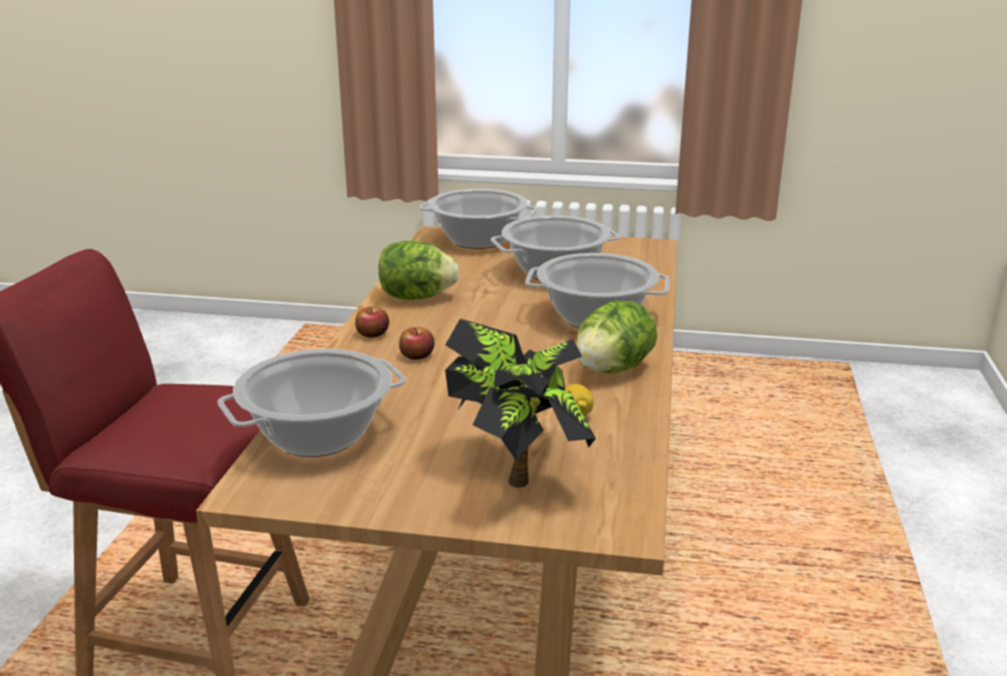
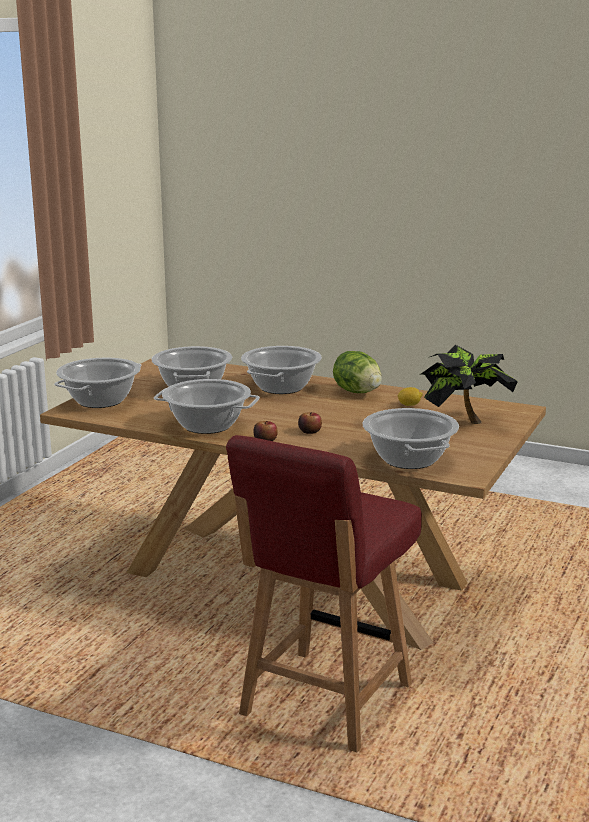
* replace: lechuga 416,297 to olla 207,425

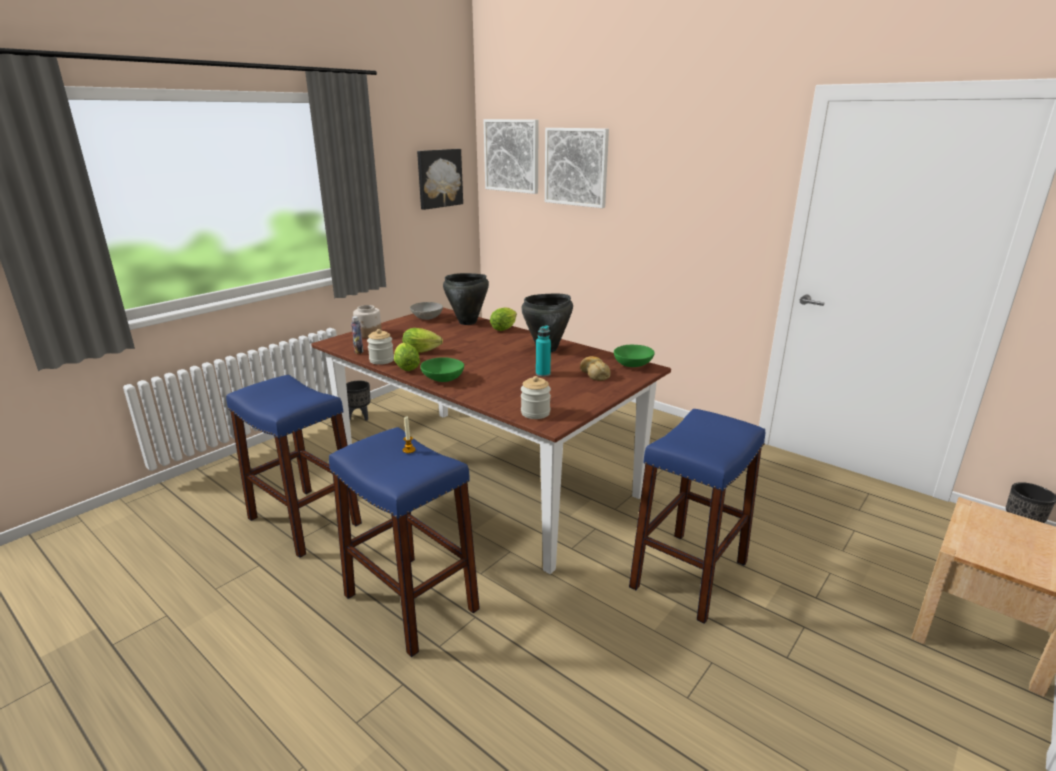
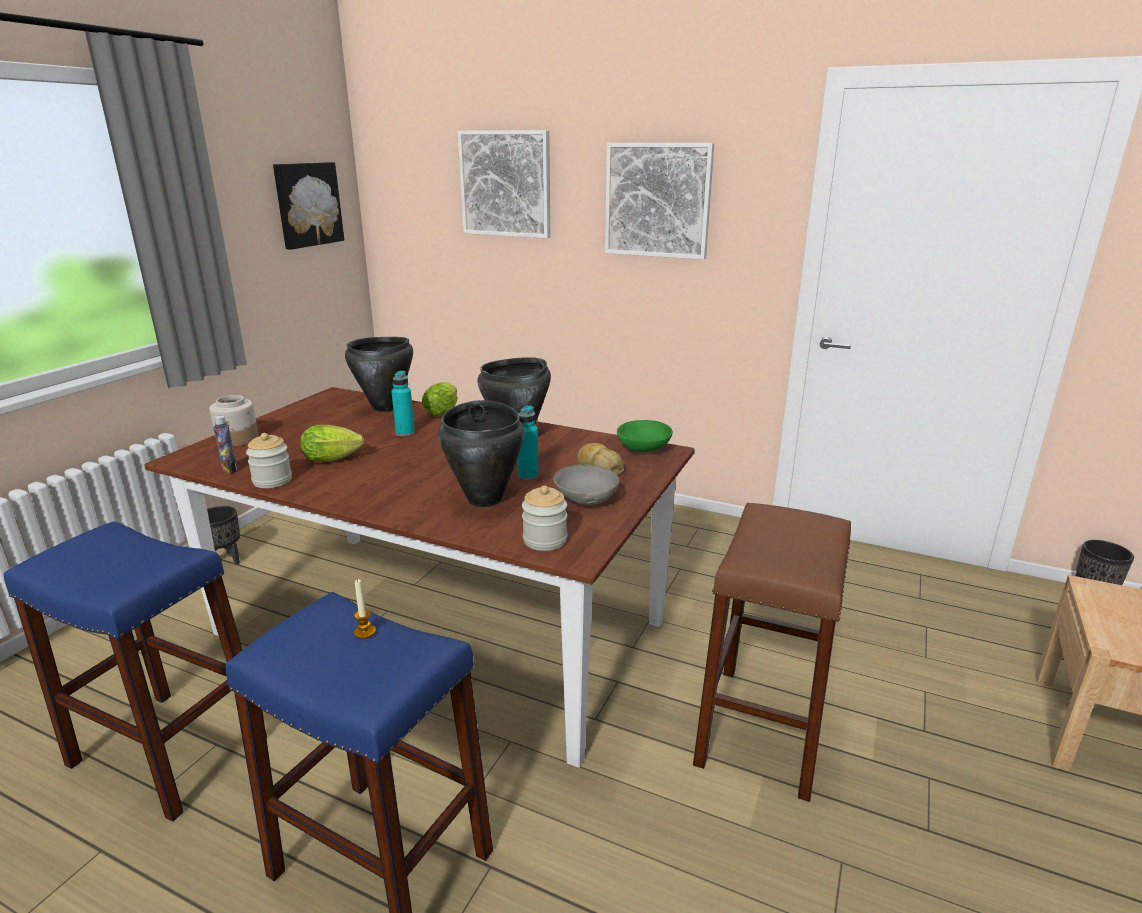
* delete: lechuga 406,367
* move: cuenco (gris) 427,318 to 586,499
* delete: cuenco (verde) 443,379
* move: cuadro 512,155 to 657,200
* recolor: taburete (azul) 689,574 to taburete (marrón) 762,729
* insert: botella (turquesa) 405,433
* insert: olla (negro) 485,499

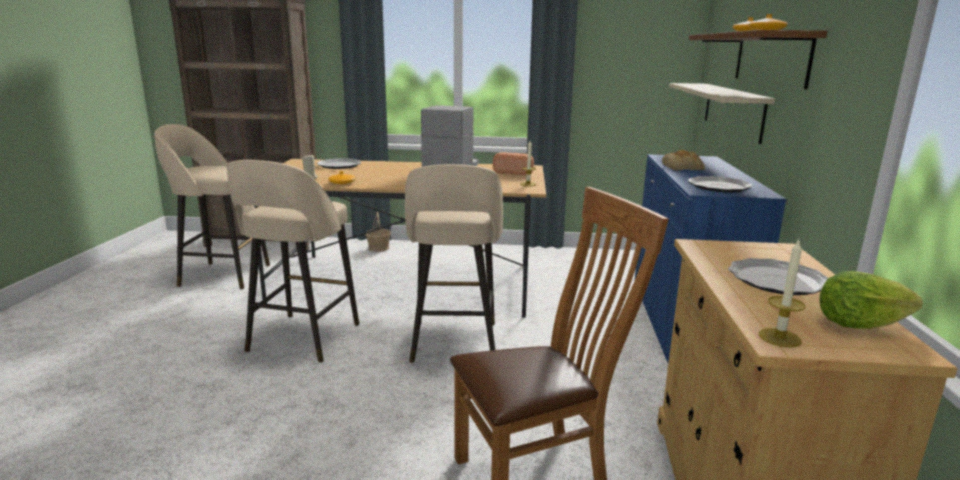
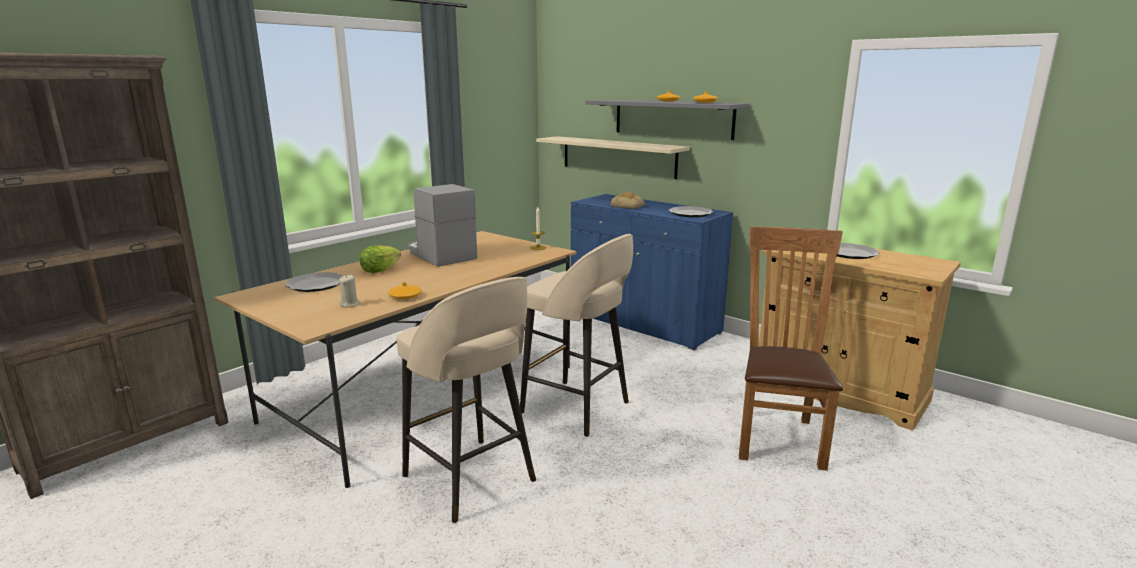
* delete: taburete (beis) 222,275
* delete: cesta 379,248
* delete: pan 514,173
* recolor: estante (marrón) 770,58 to estante (gris) 672,118
* delete: vela 779,337
* move: lechuga 858,324 to 379,270

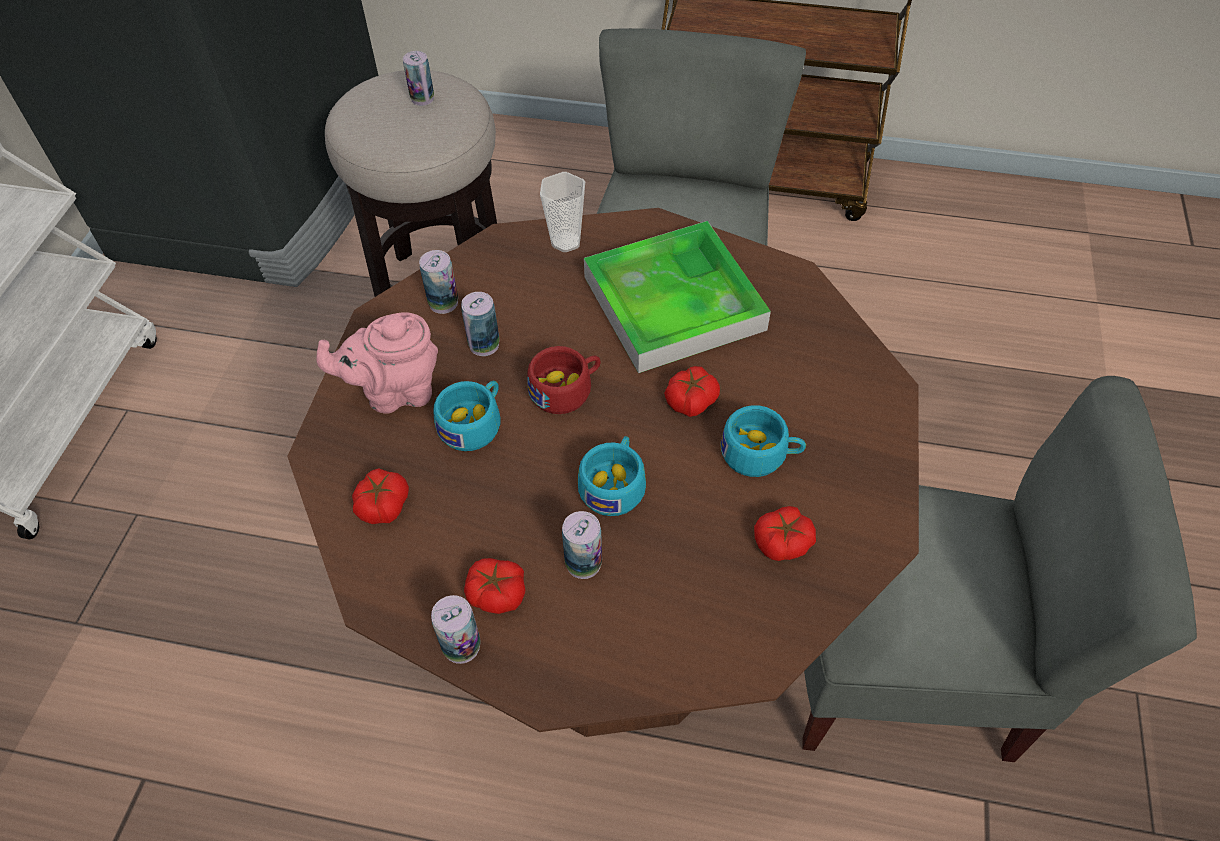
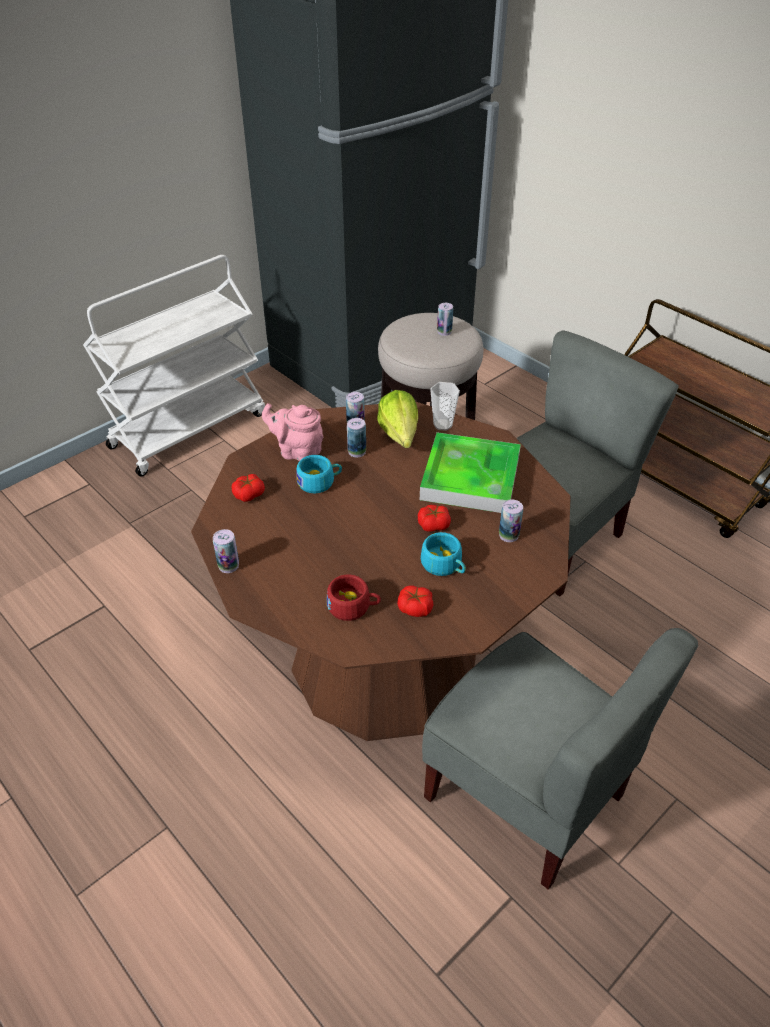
* delete: tomate 497,594
* move: taza (rojo) 566,389 to 353,607
* move: lata 583,563 to 508,535
* delete: taza (turquesa) 614,484
* insert: lechuga 399,439

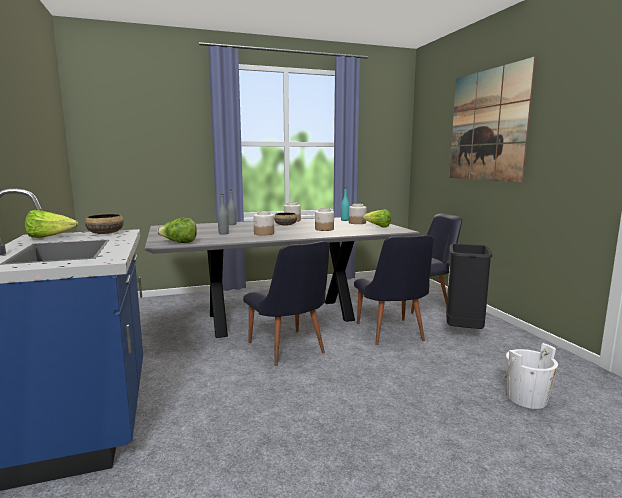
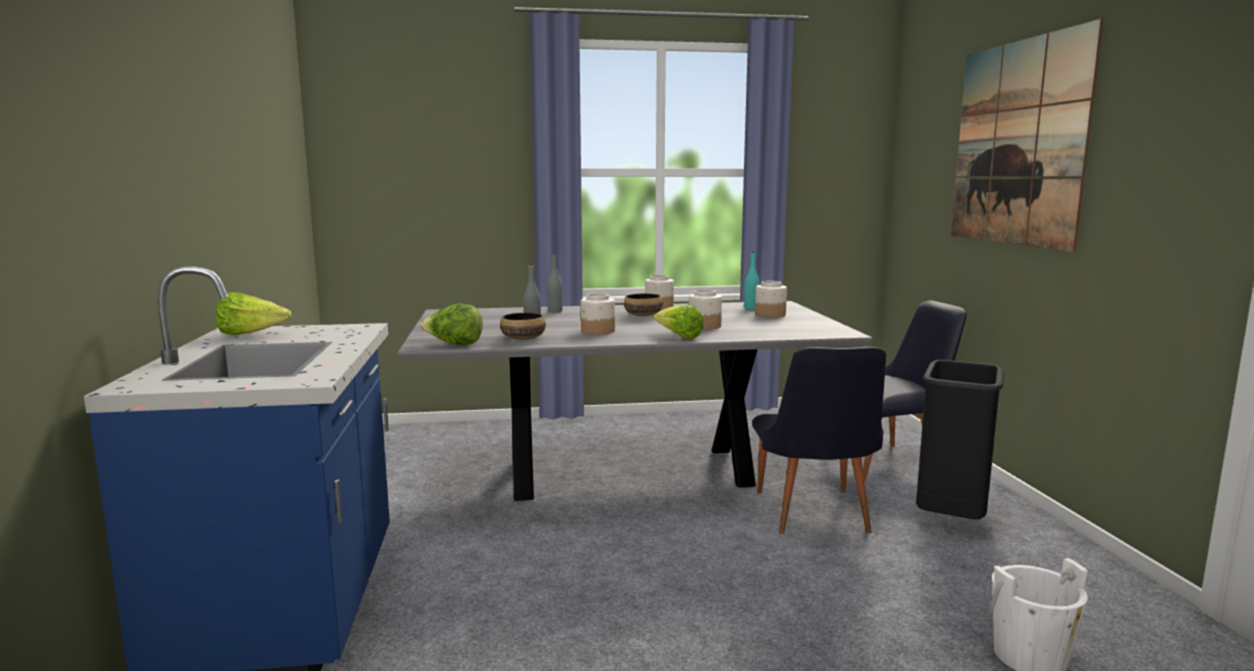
* move: cuenco 106,233 to 523,338
* delete: silla (negro) 289,350
* move: lechuga 378,227 to 679,337

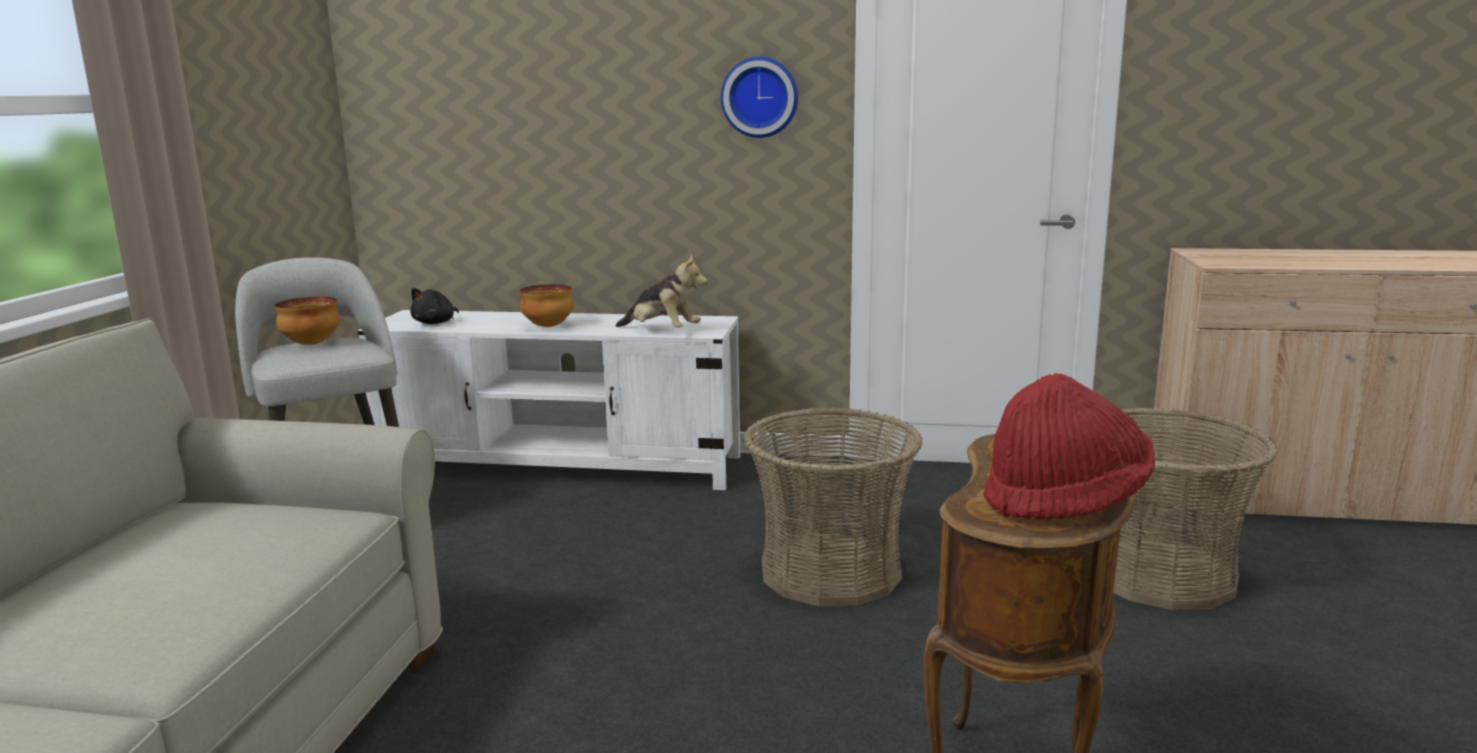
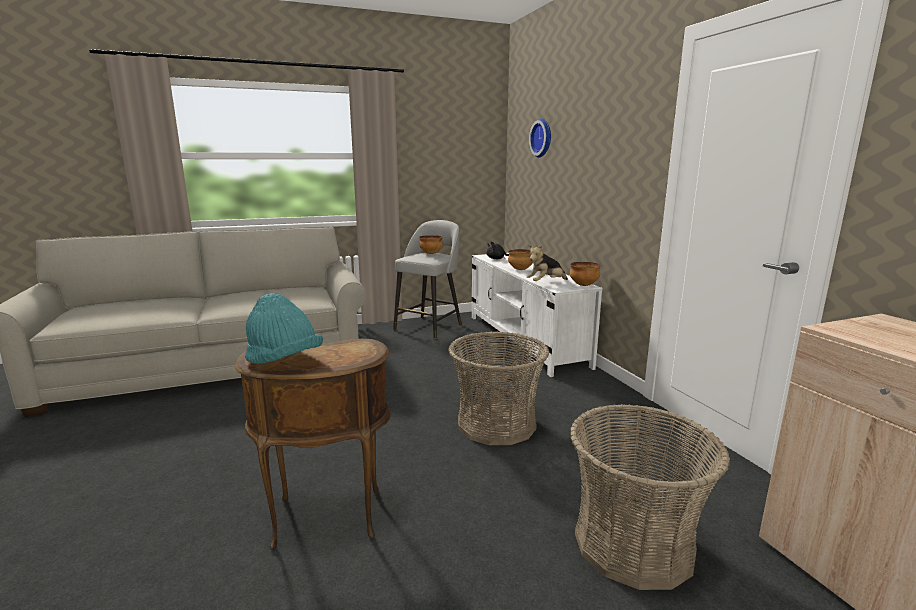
* rotate: peluche 662,331 = 546,283 60 degrees clockwise
* move: reloj de pared 760,97 to 543,138
* recolor: sombrero (rojo) 1065,500 to sombrero (turquesa) 284,361
* insert: cuenco 584,285

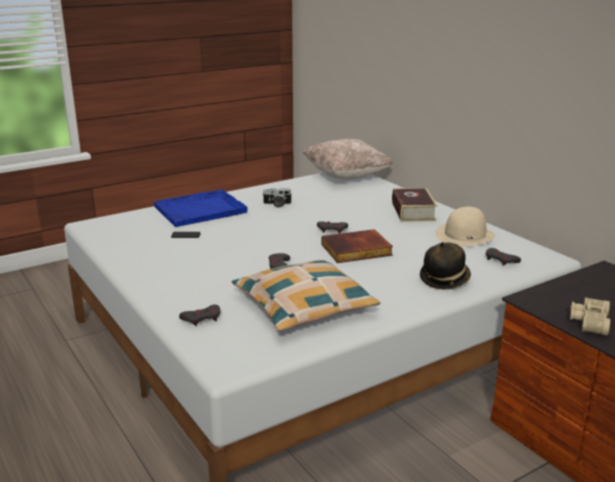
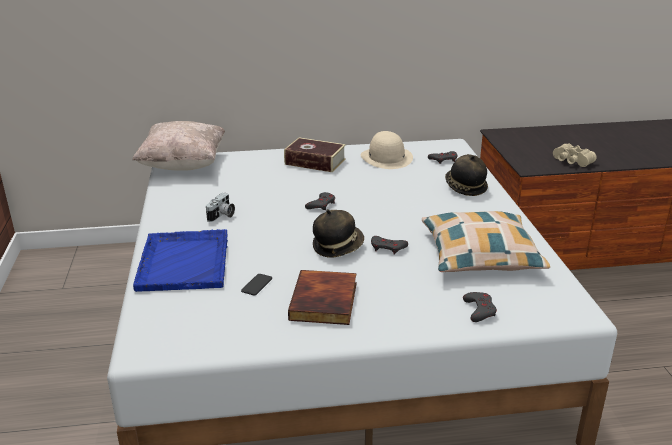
* move: libro 356,250 to 325,301
* insert: sombrero 337,246

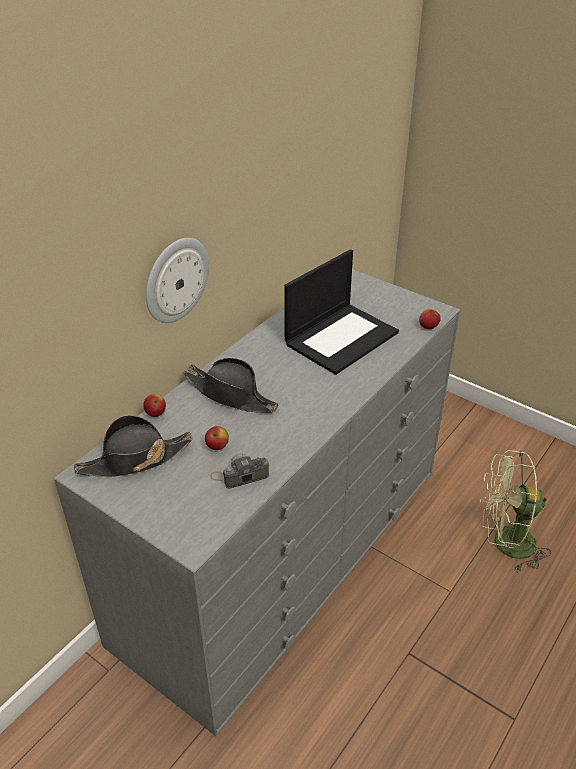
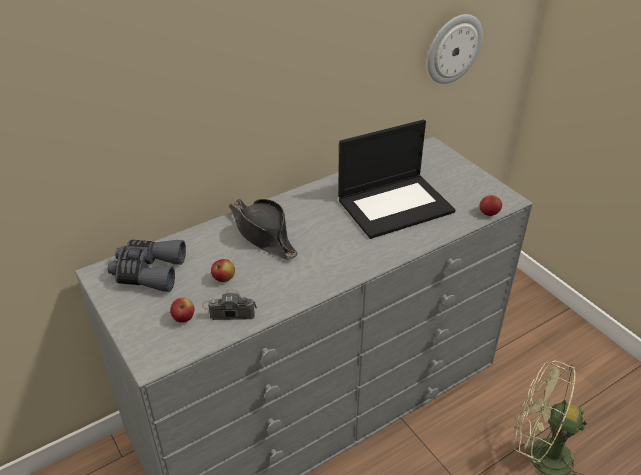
* replace: sombrero (negro) 135,459 to prismáticos (gris) 148,272
* move: manzana 155,414 to 184,318
* move: reloj de pared 176,280 to 453,48

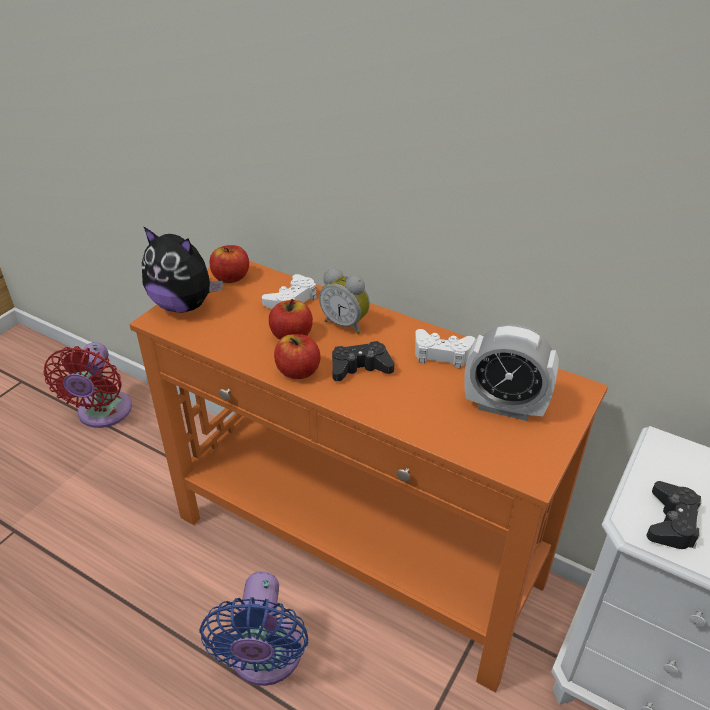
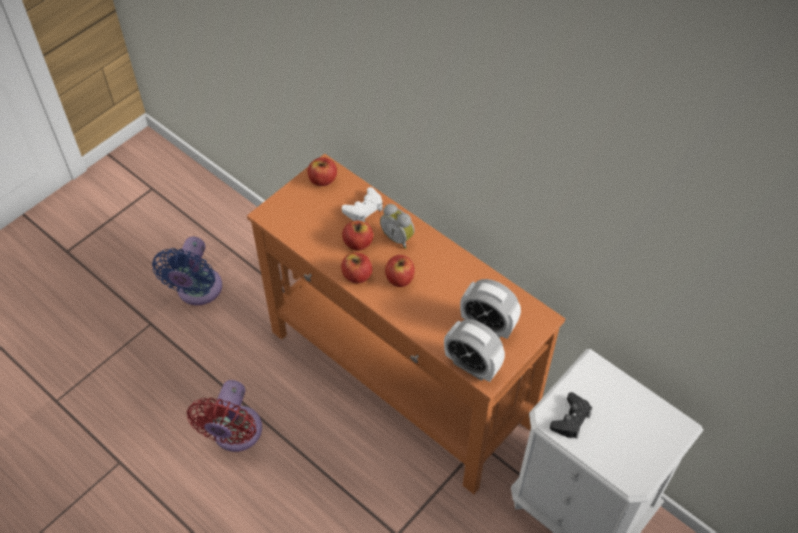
* move: ventilador (rojo) 102,414 to 235,434
* delete: peluche 184,305
* move: ventilador (azul) 264,659 to 197,291
* replace: mando de consola (negro) 360,368 to manzana 399,278
* delete: mando de consola (blanco) 442,353
* insert: despertador 472,366

